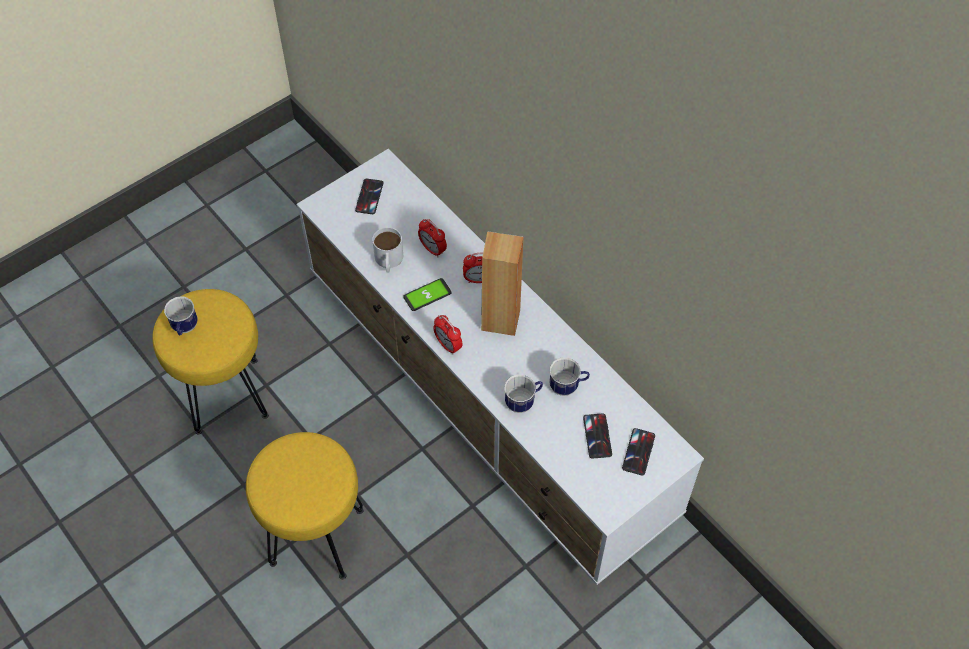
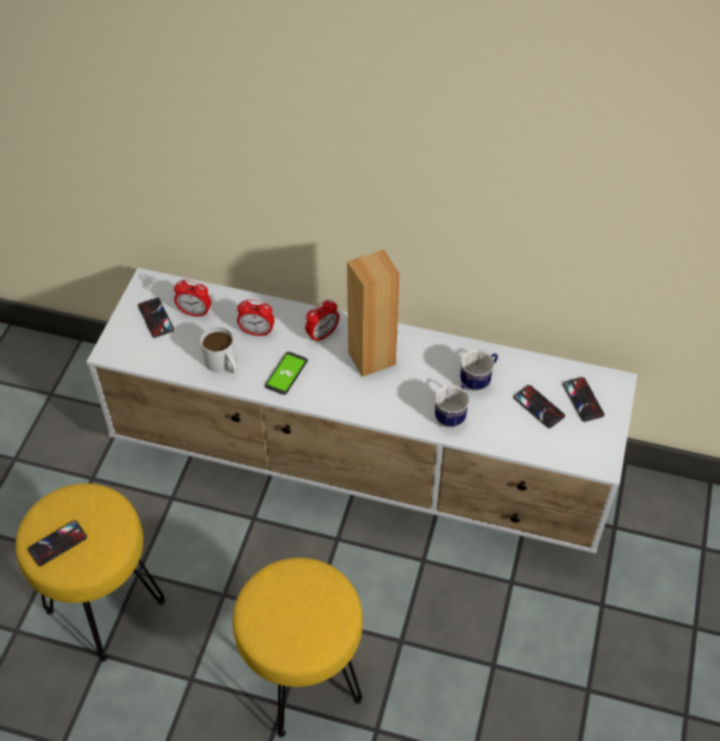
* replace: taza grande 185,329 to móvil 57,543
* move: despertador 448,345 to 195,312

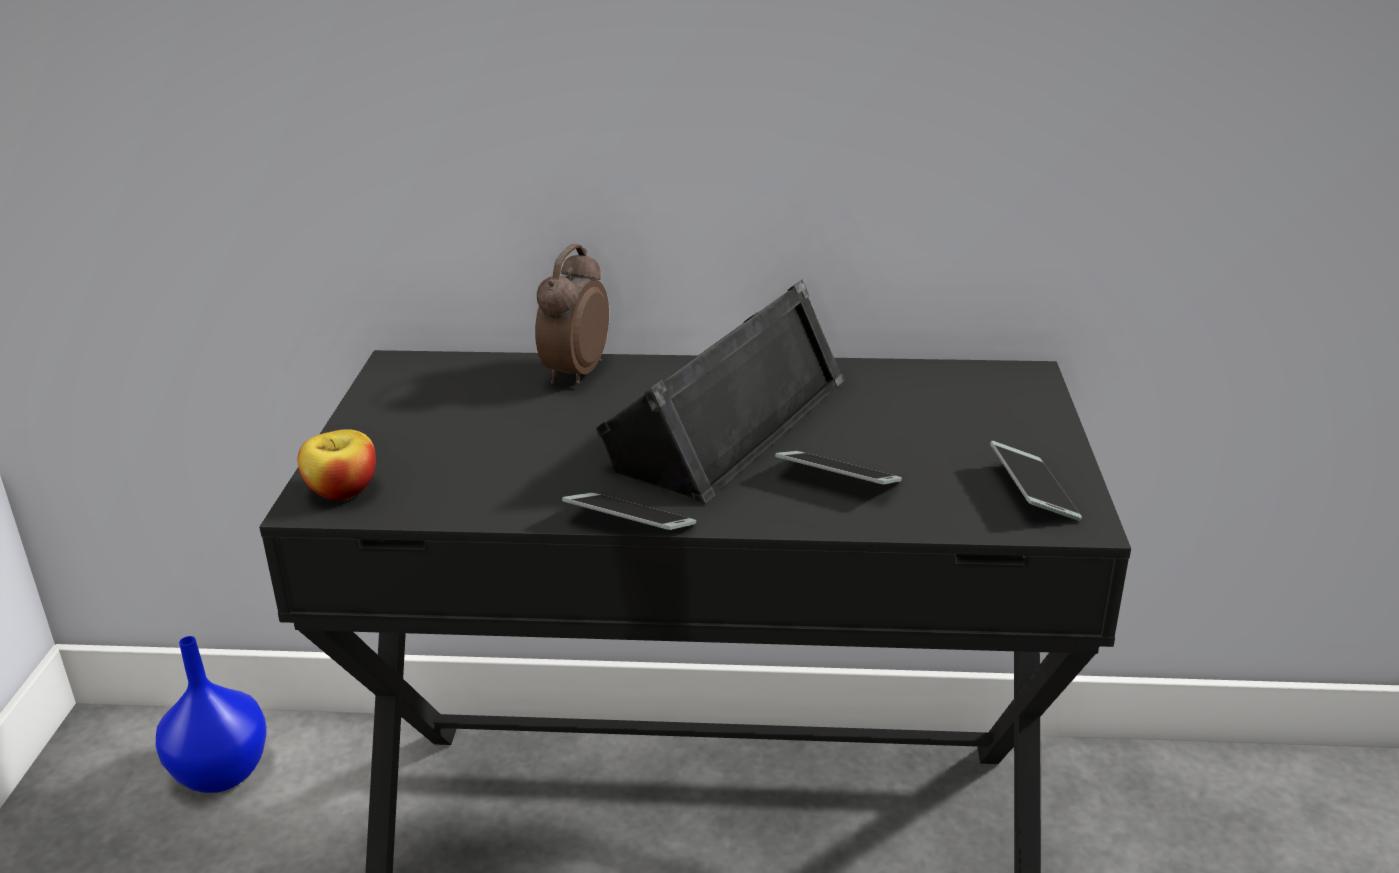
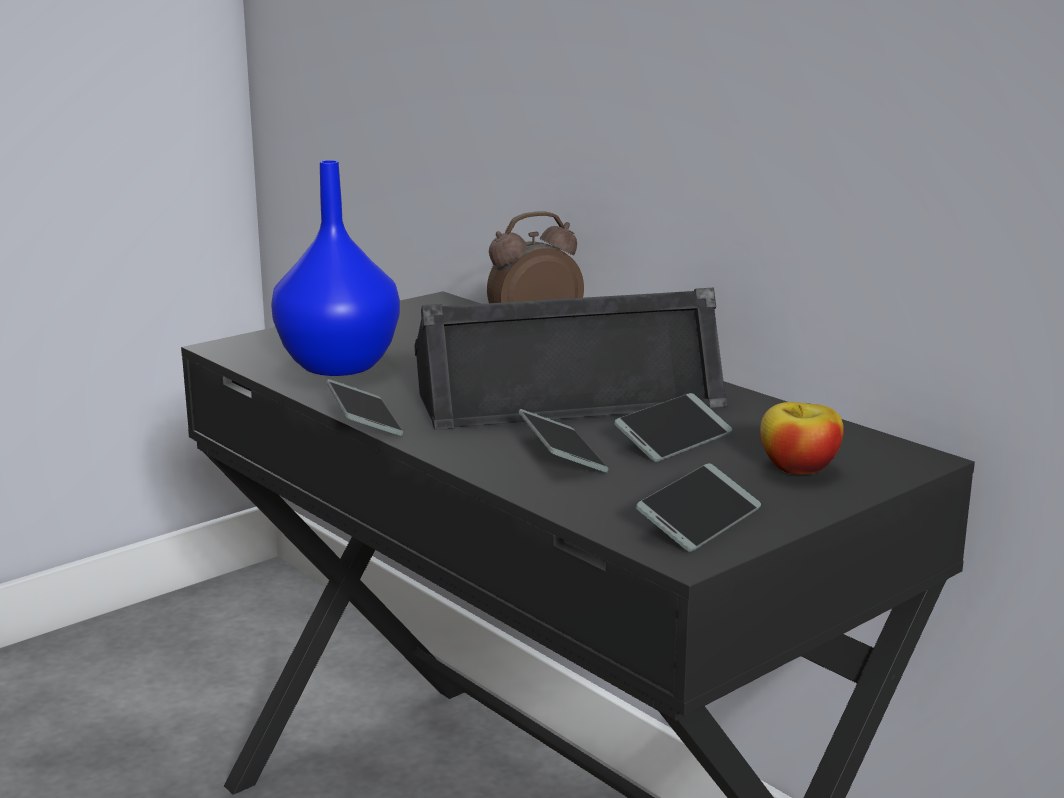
* move: florero (azul) 221,771 to 340,365
* move: manzana 342,491 to 799,468
* insert: móvil 673,440

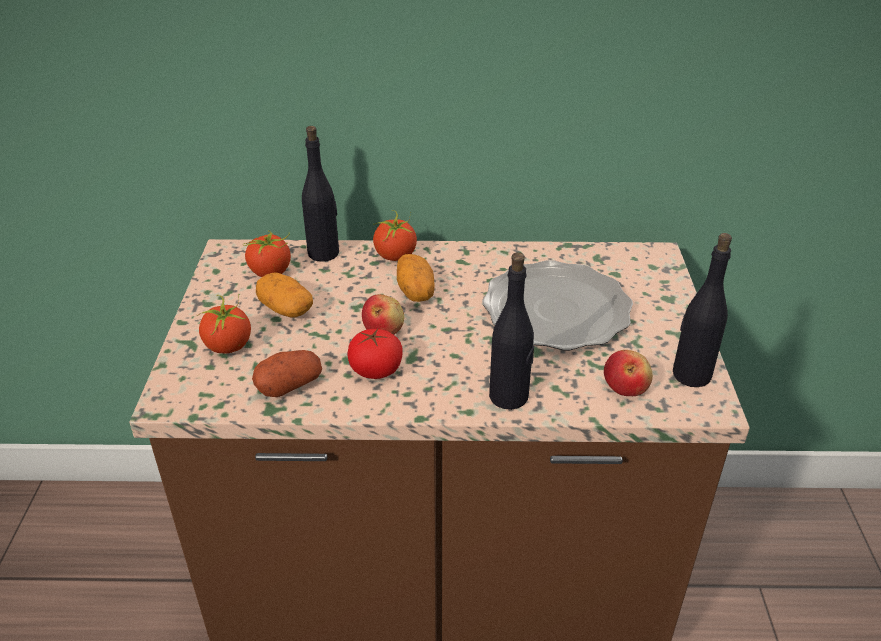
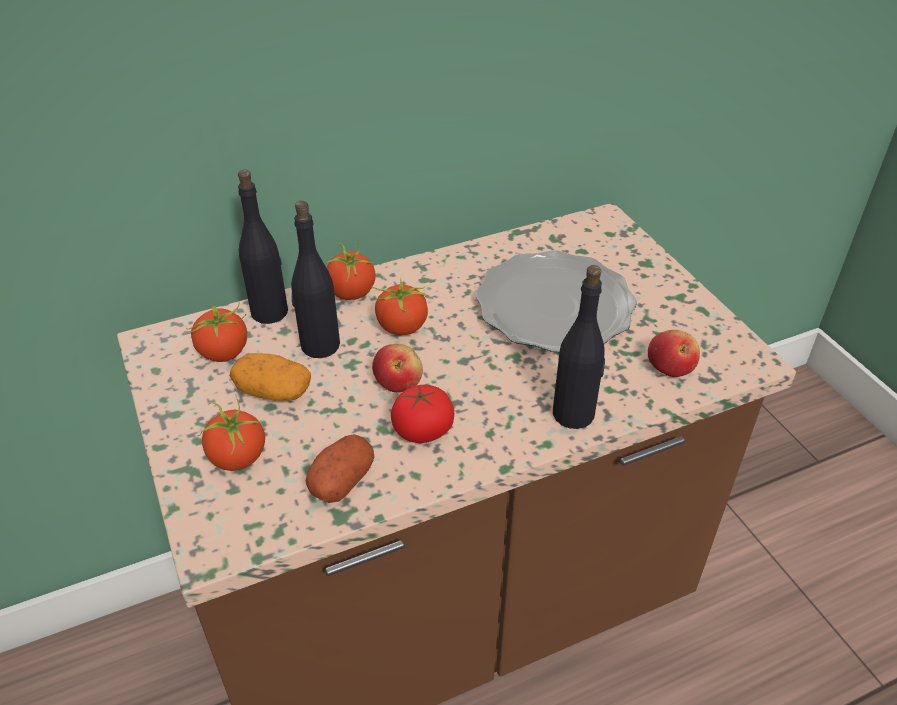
* replace: patata 415,291 to tomate 401,327
* move: botella (negro) 691,375 to 319,345

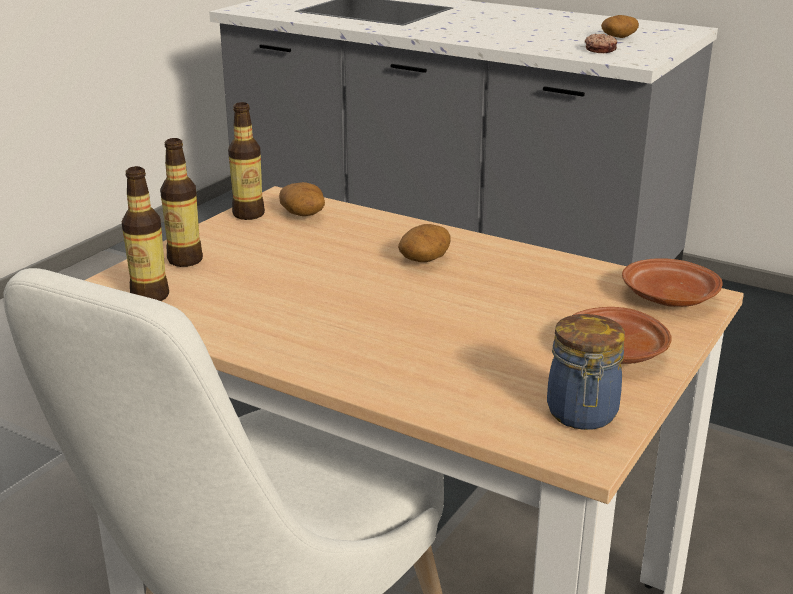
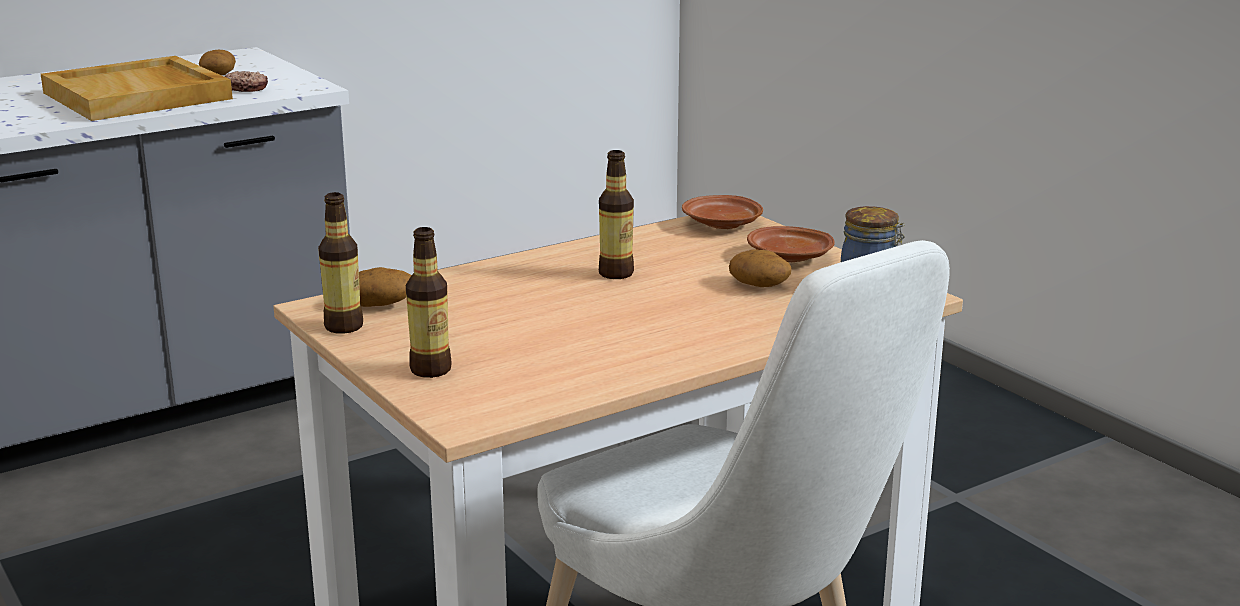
* move: botella 150,296 to 616,273
* move: patata 424,259 to 760,285
* insert: bandeja (beis) 139,96

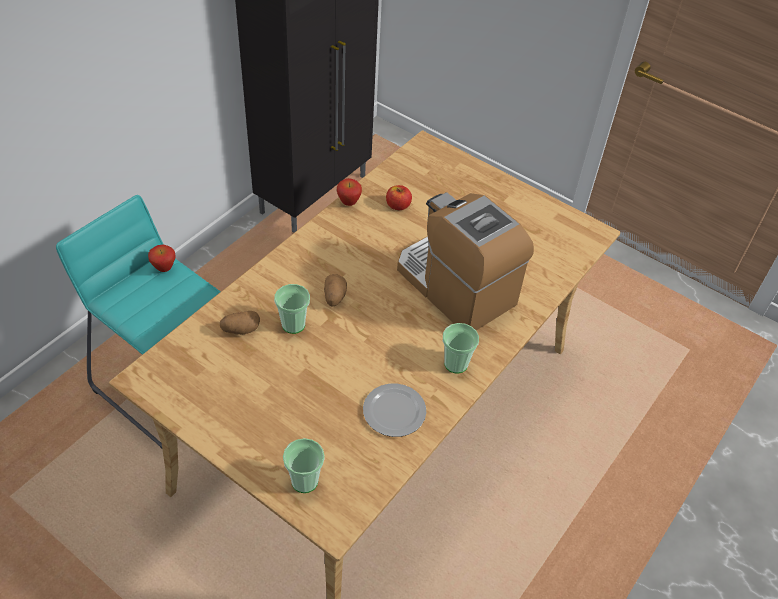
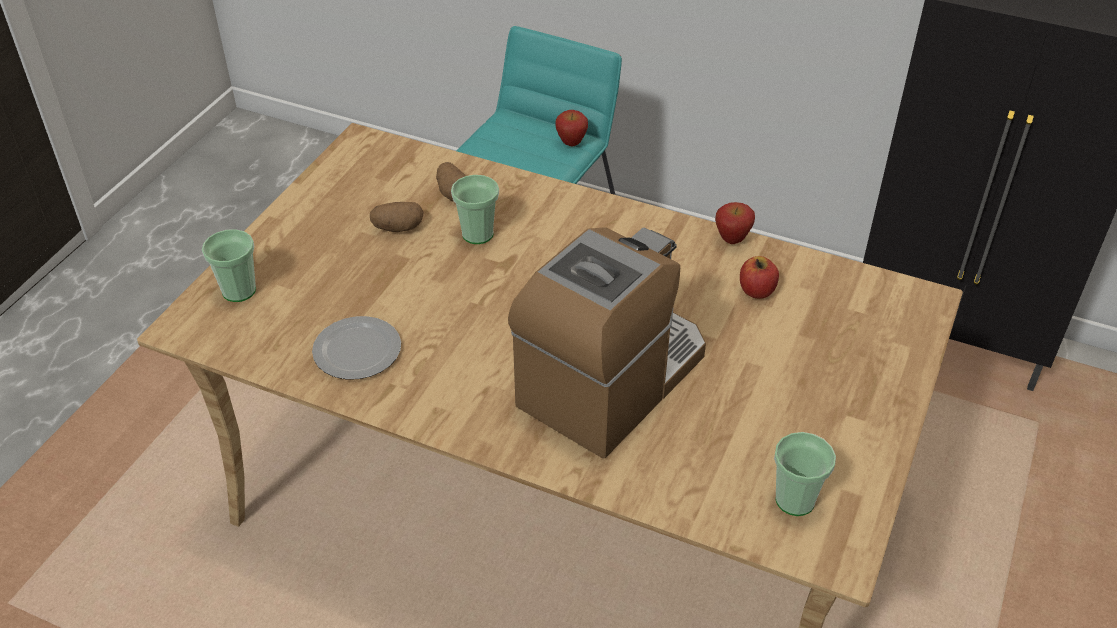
* move: patata 334,297 to 398,228
* move: taza 456,364 to 795,500

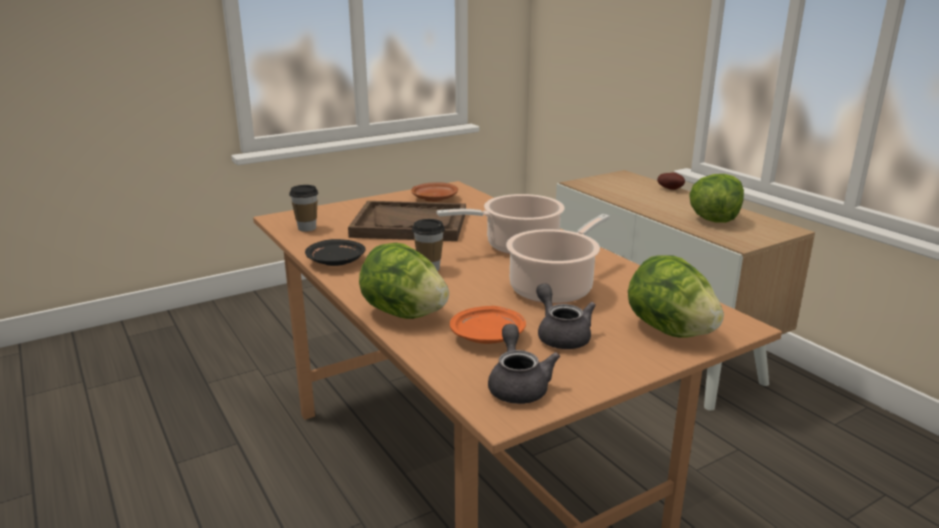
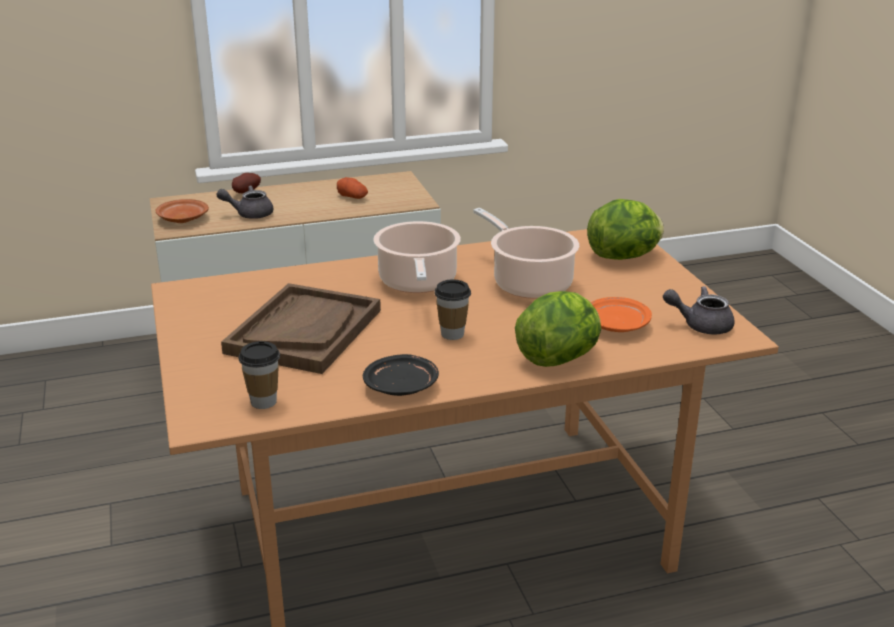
* move: plato (marrón) 434,199 to 182,219
* move: tetera (gris) 561,335 to 249,214
* replace: lechuga 713,220 to patata 352,197

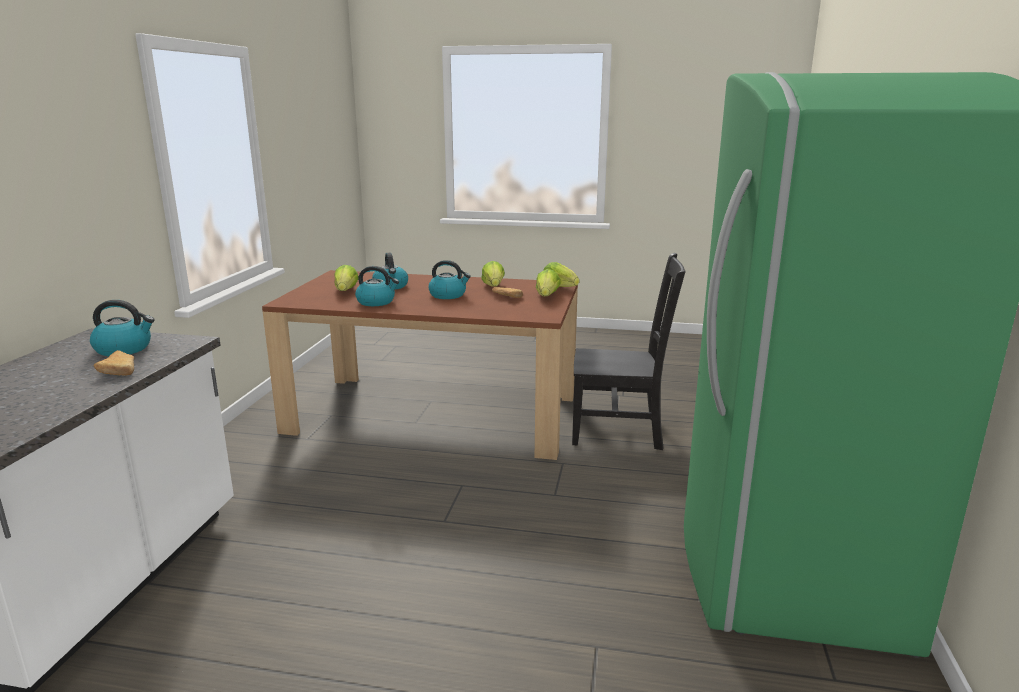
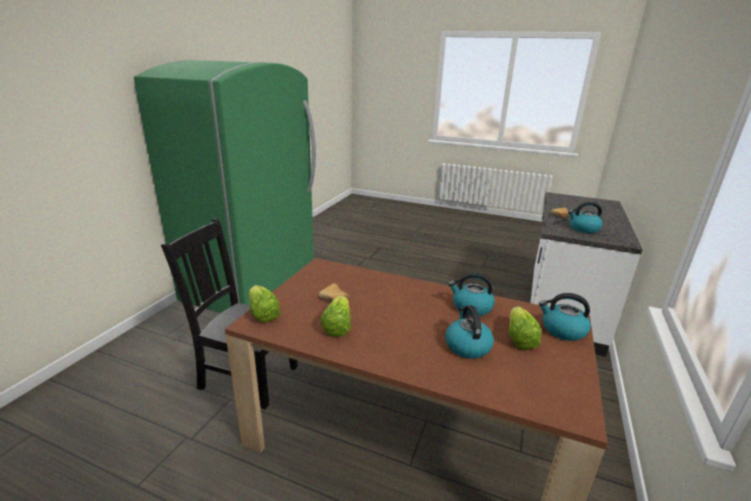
* move: hervidor 448,295 to 562,330
* delete: lechuga 547,296

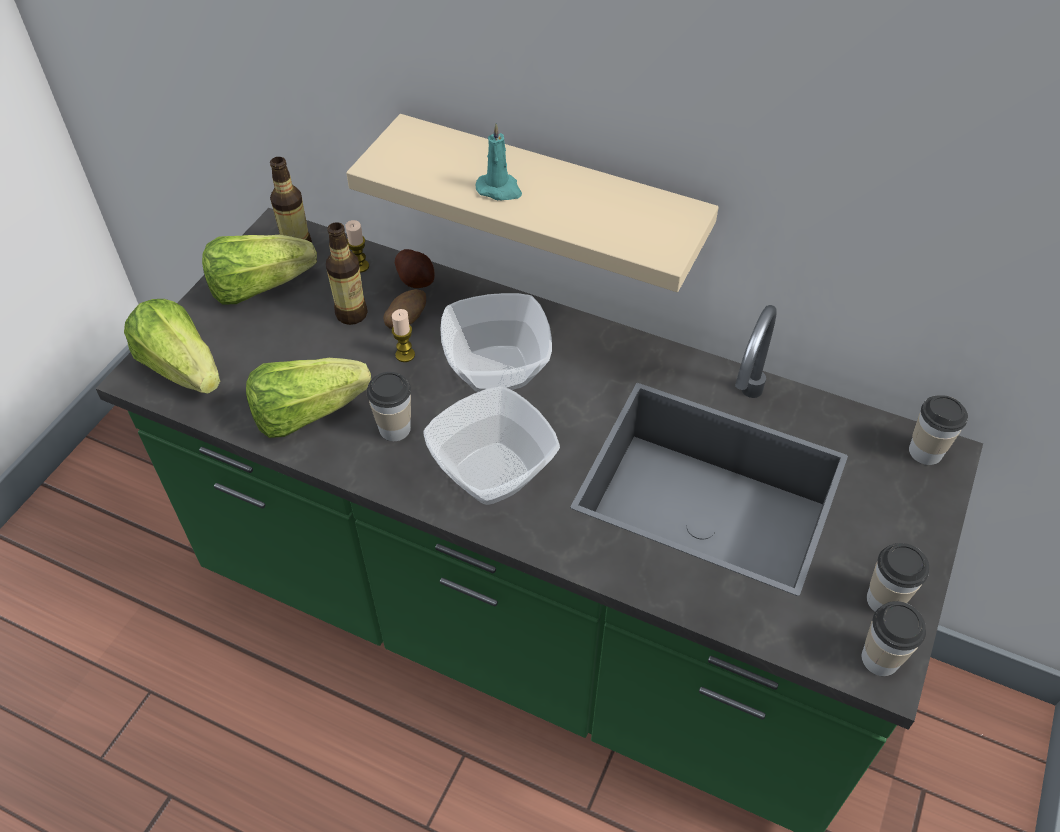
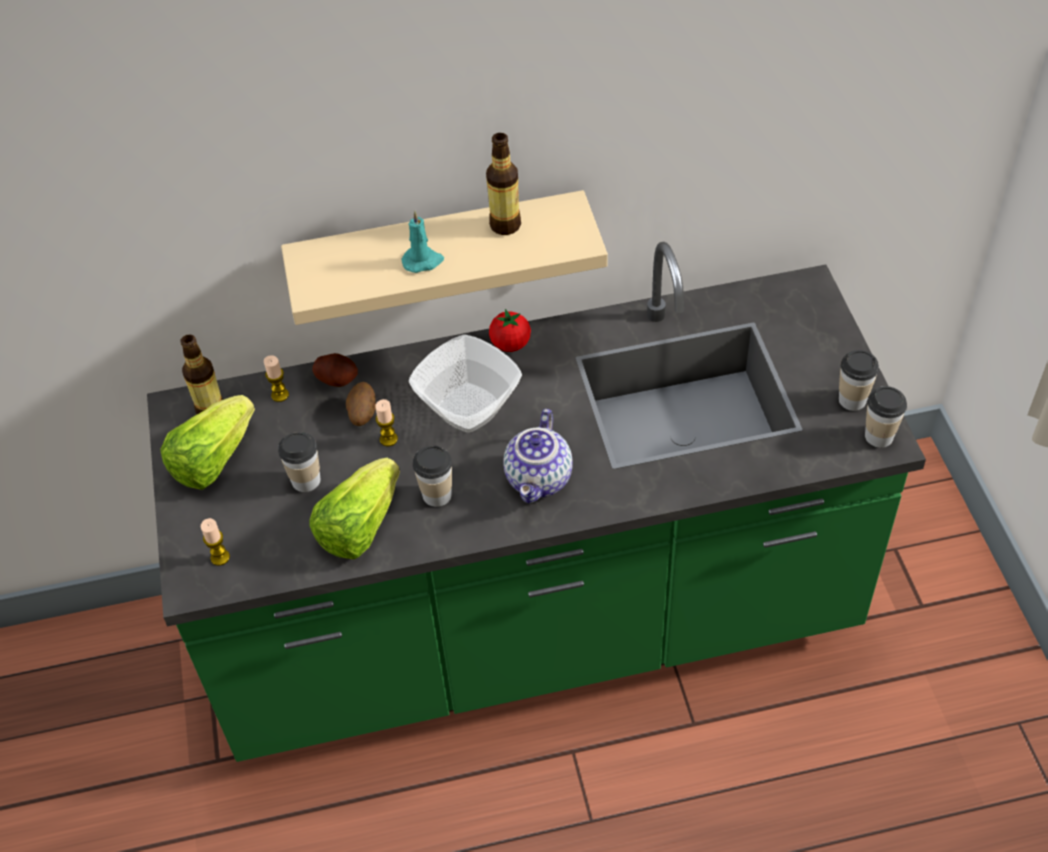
* replace: lechuga 182,368 to vela 220,557
* move: botella 352,314 to 505,225
* replace: cuenco 495,473 to tetera 540,479
* move: taza 925,452 to 306,480
* insert: tomate 510,344

